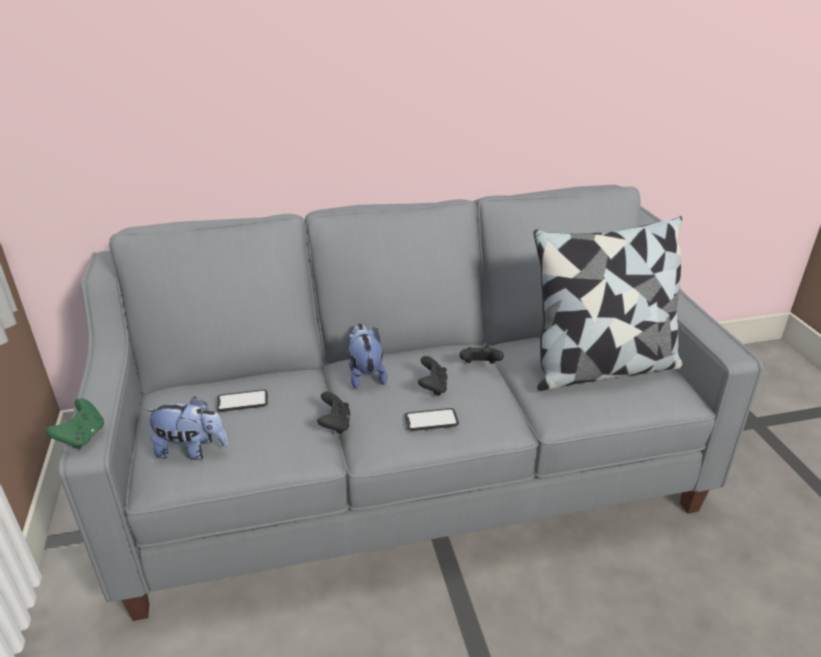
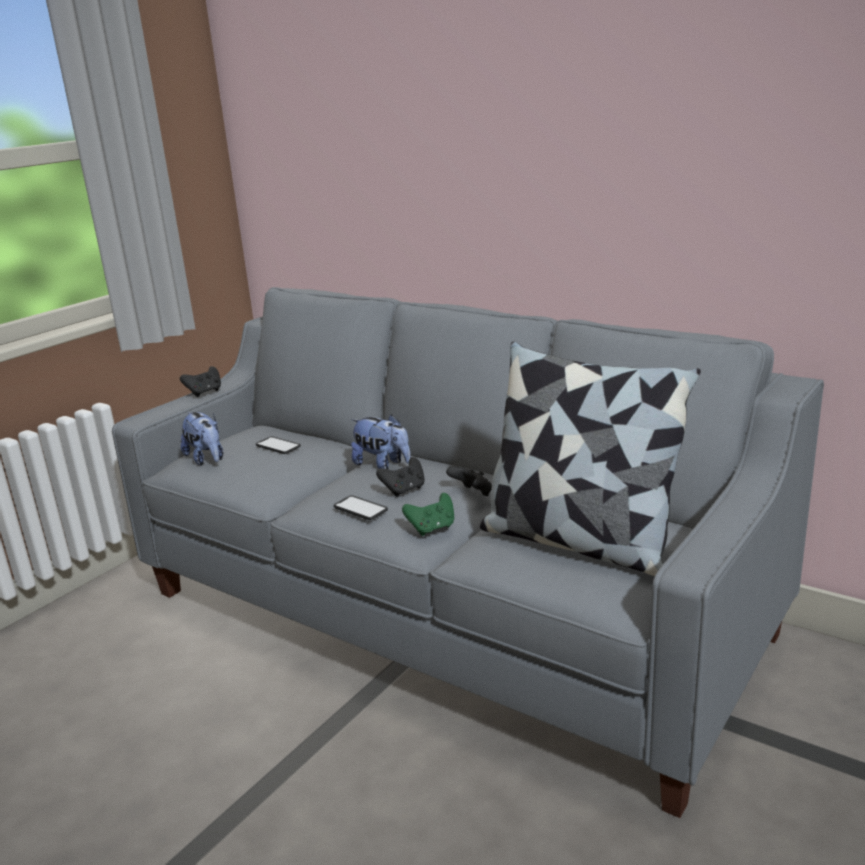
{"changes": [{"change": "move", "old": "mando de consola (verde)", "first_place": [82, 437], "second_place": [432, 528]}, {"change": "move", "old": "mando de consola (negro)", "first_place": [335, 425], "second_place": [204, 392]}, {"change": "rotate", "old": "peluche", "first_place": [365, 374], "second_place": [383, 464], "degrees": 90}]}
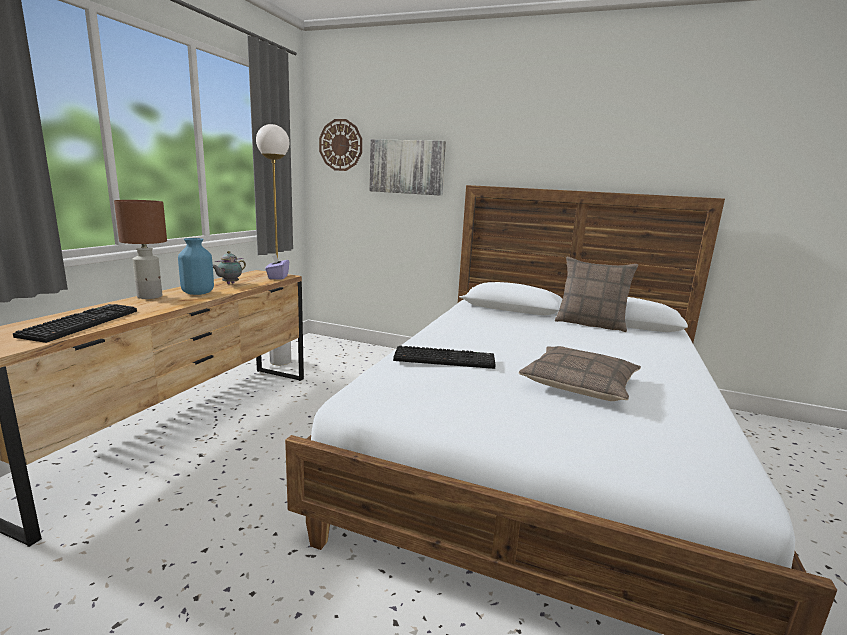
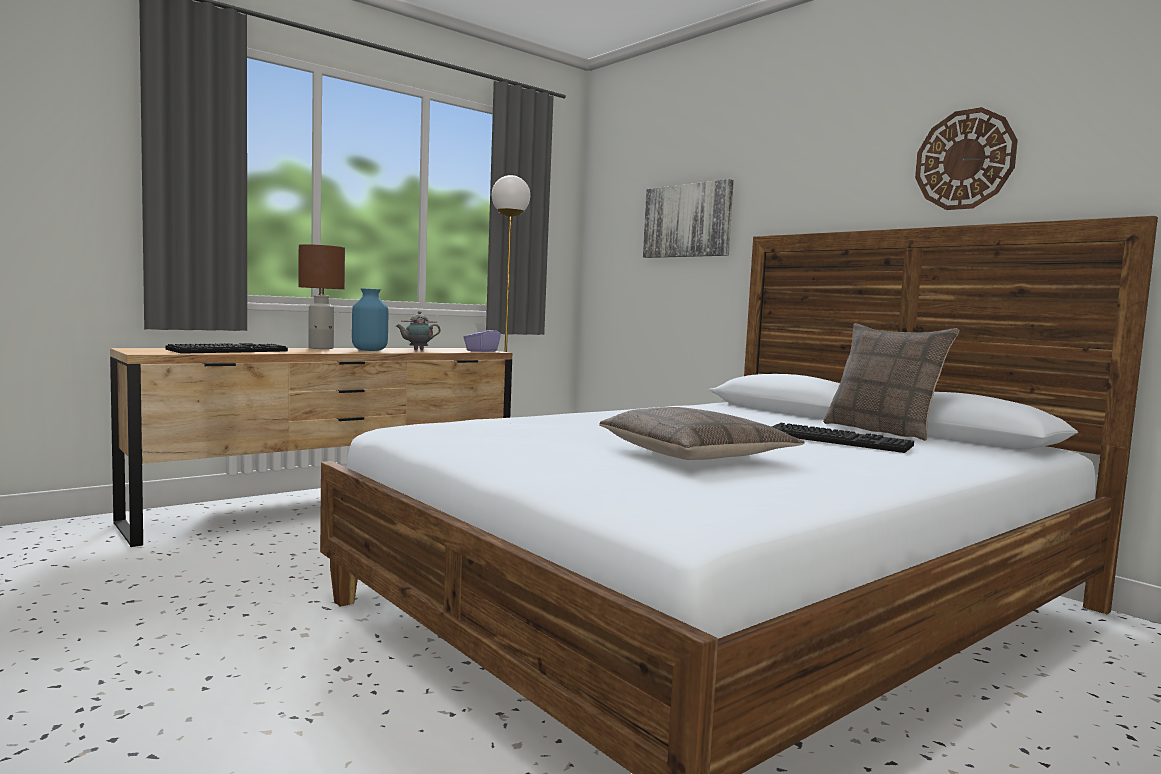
{"changes": [{"change": "move", "old": "reloj de pared", "first_place": [341, 145], "second_place": [964, 160]}, {"change": "move", "old": "teclado", "first_place": [445, 358], "second_place": [839, 440]}]}
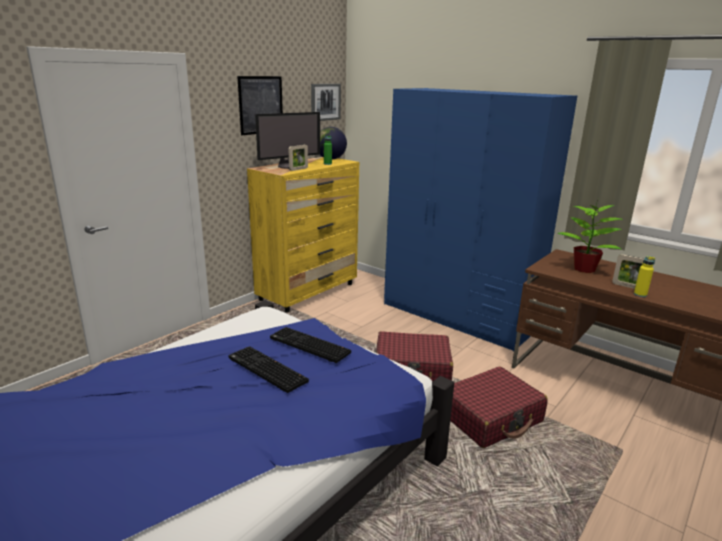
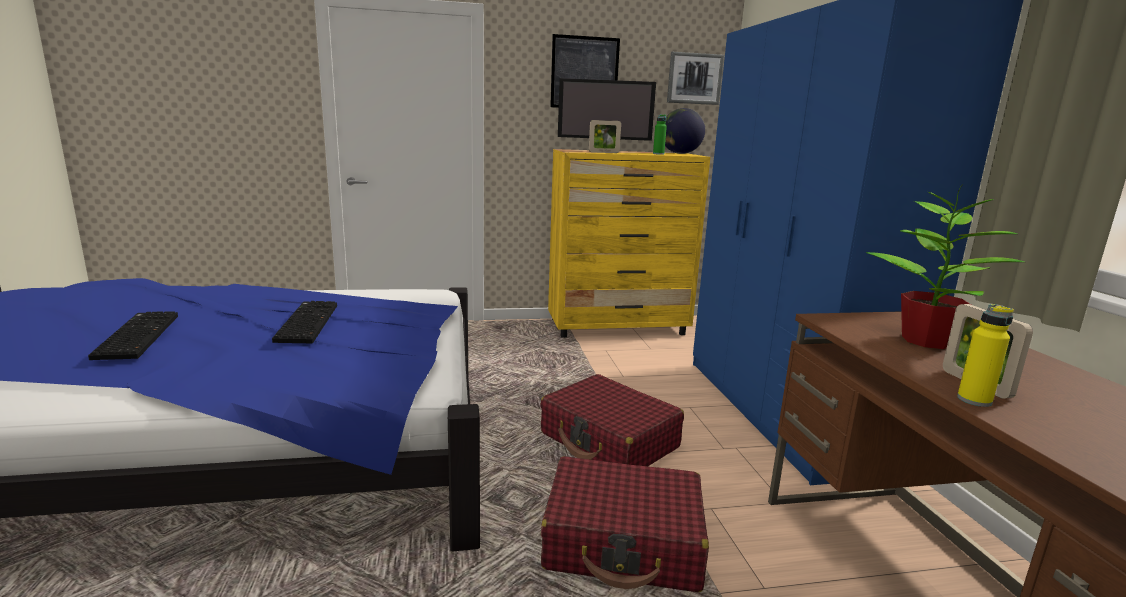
{"changes": [{"change": "move", "old": "teclado", "first_place": [308, 346], "second_place": [136, 336]}]}
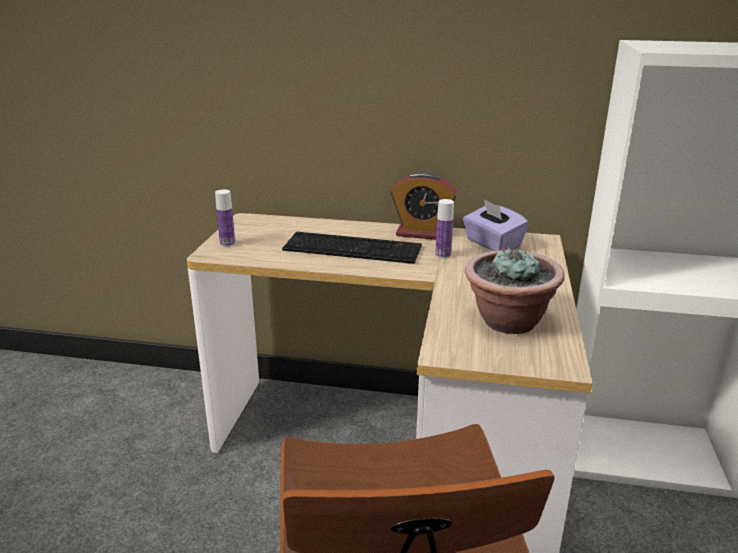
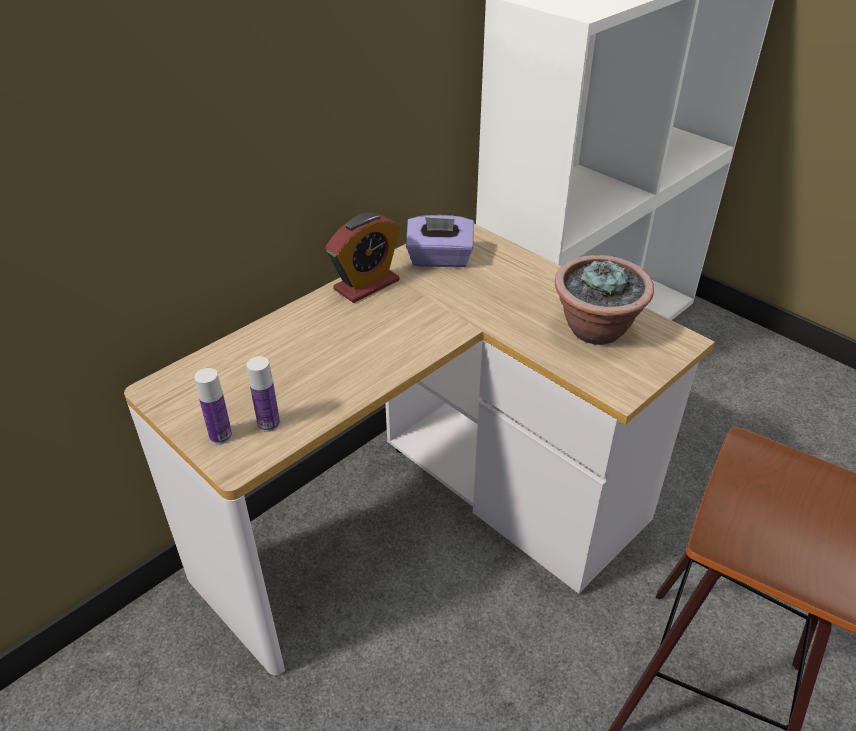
{"changes": [{"change": "delete", "old": "teclado", "first_place": [354, 248]}, {"change": "move", "old": "botella", "first_place": [443, 255], "second_place": [269, 424]}]}
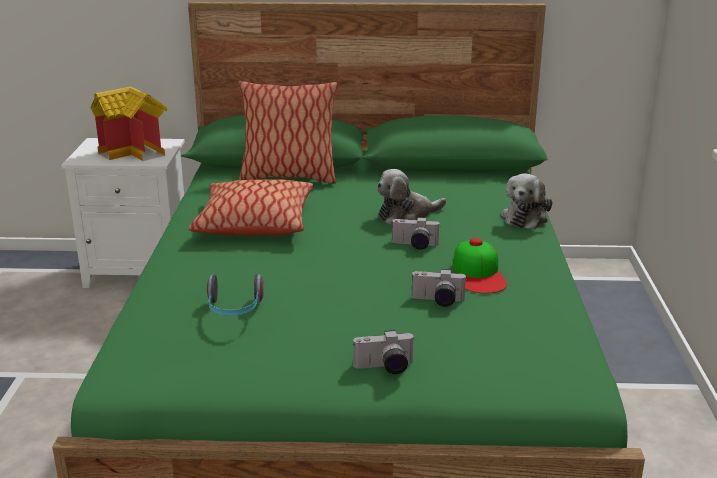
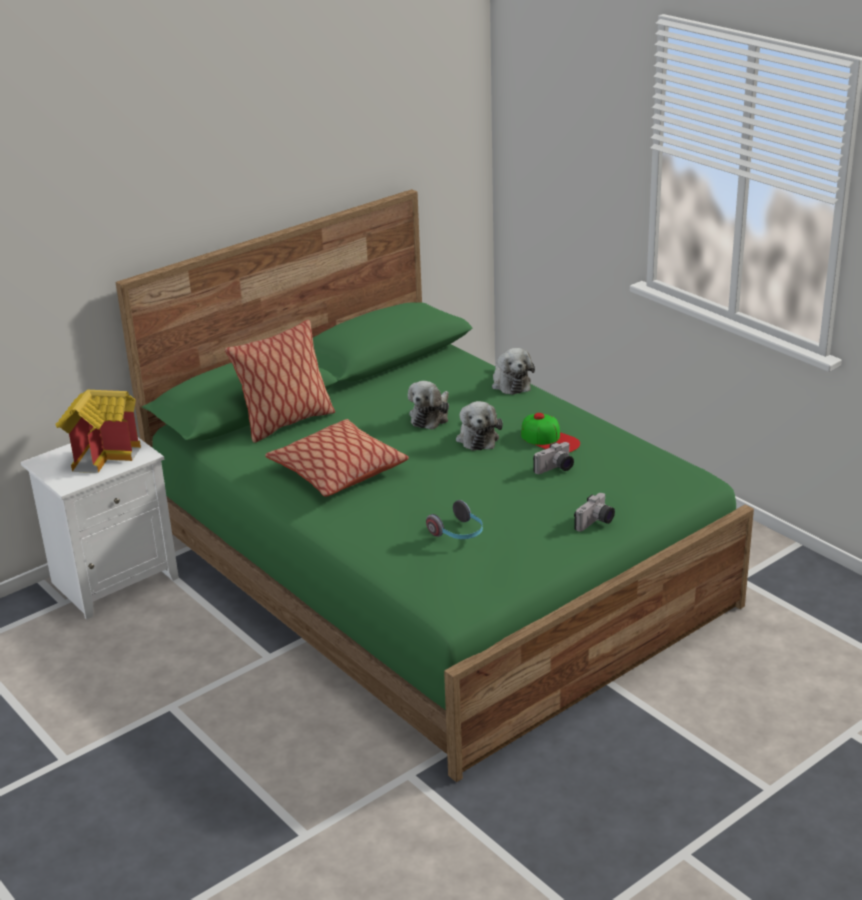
{"changes": [{"change": "replace", "old": "cámara", "new": "peluche", "first_place": [414, 245], "second_place": [477, 437]}]}
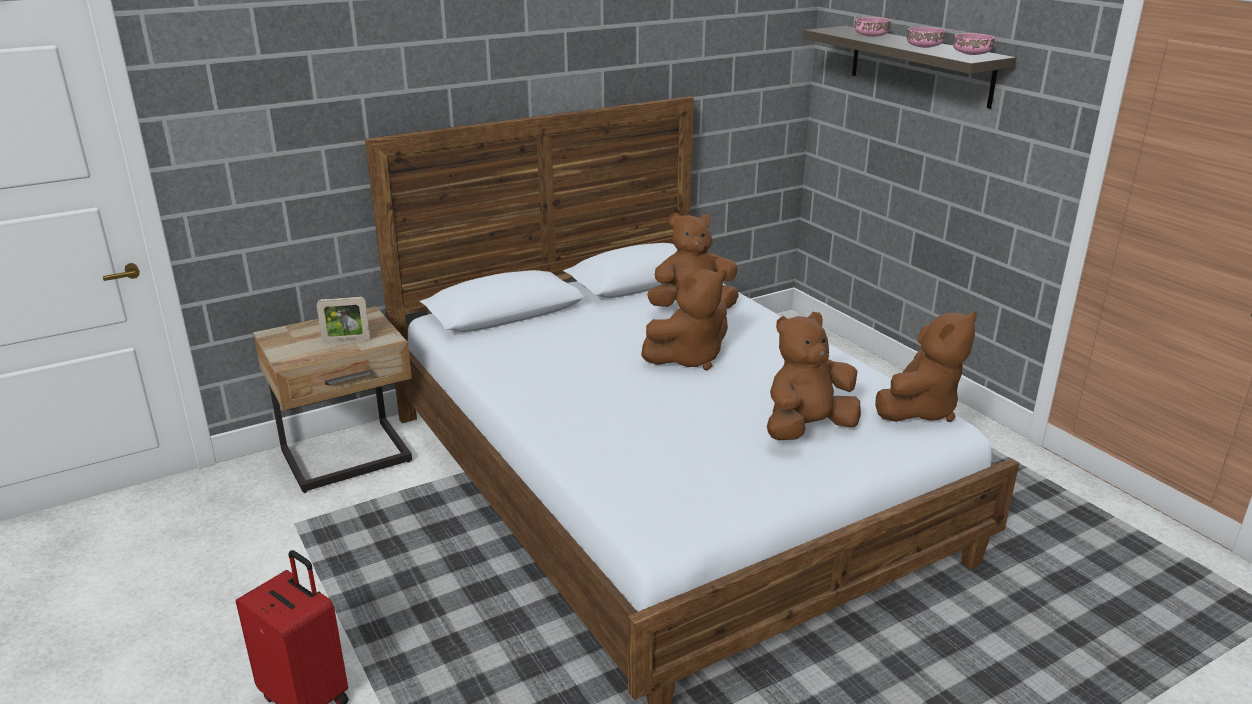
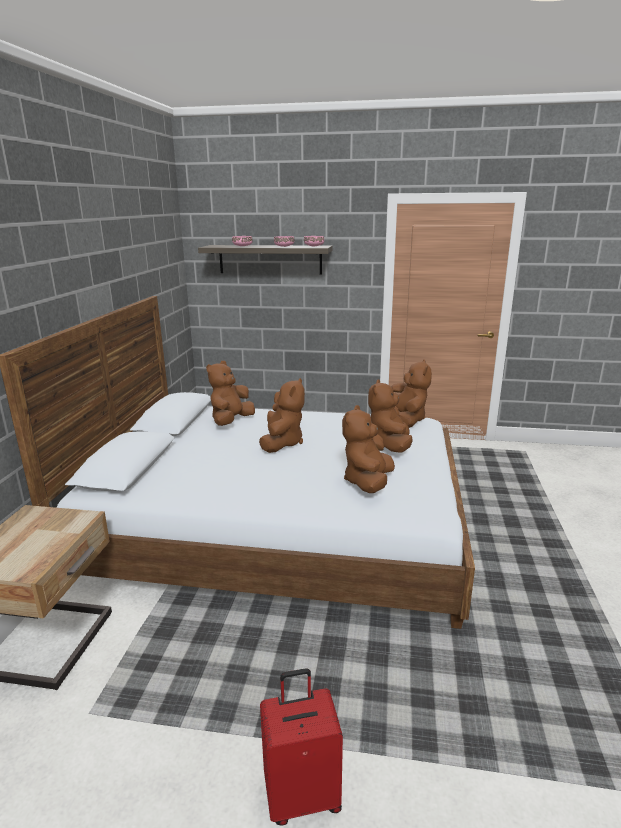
{"changes": [{"change": "delete", "old": "portarretratos", "first_place": [346, 341]}, {"change": "insert", "new": "peluche (marrón)", "second_place": [368, 482]}]}
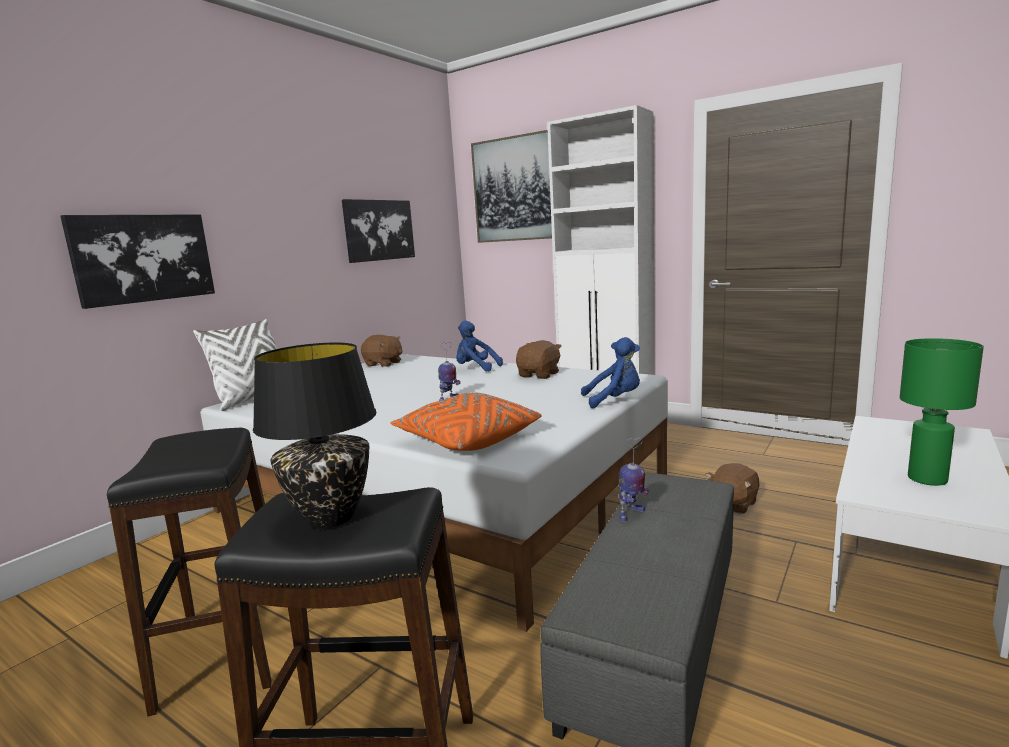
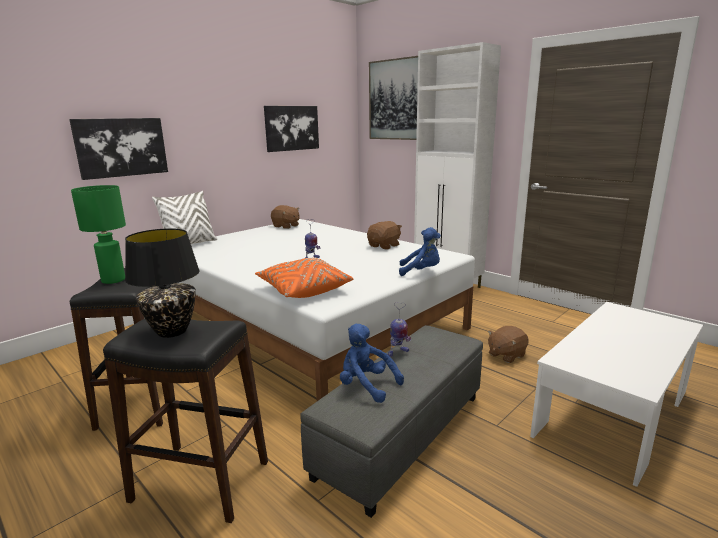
{"changes": [{"change": "move", "old": "peluche (azul)", "first_place": [475, 368], "second_place": [366, 386]}, {"change": "move", "old": "lámpara de mesa (verde)", "first_place": [927, 479], "second_place": [114, 280]}]}
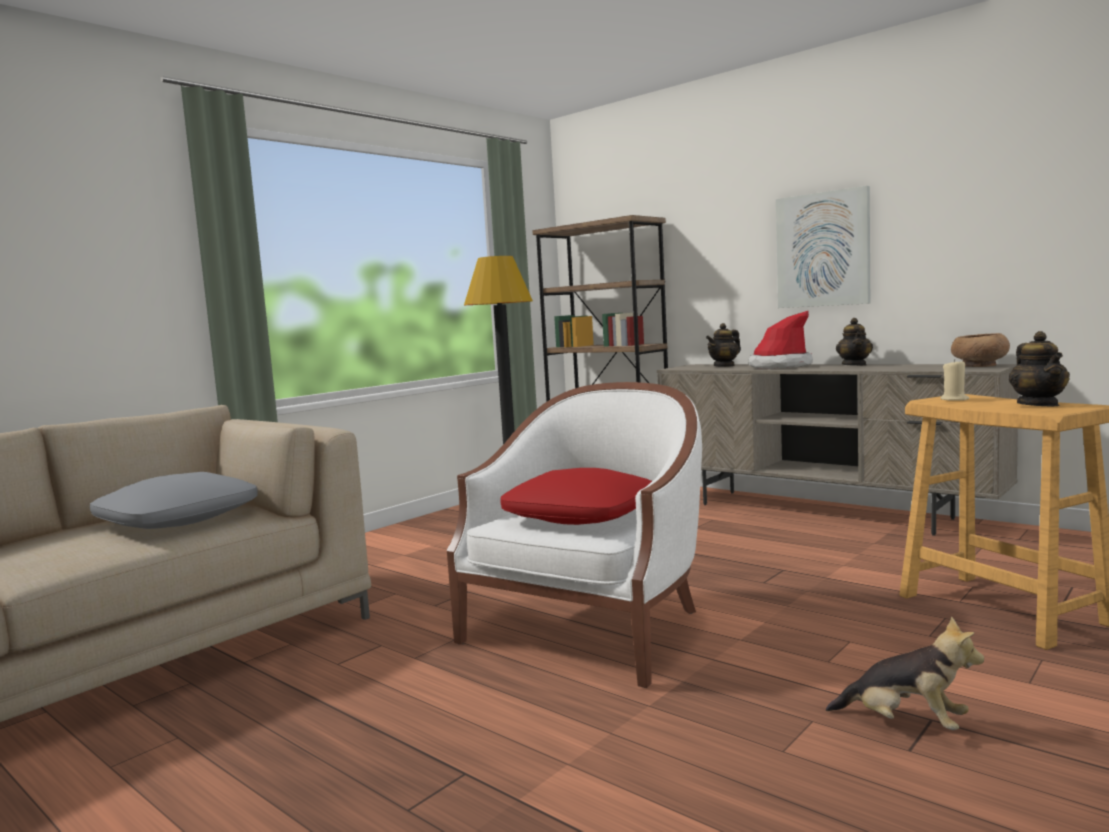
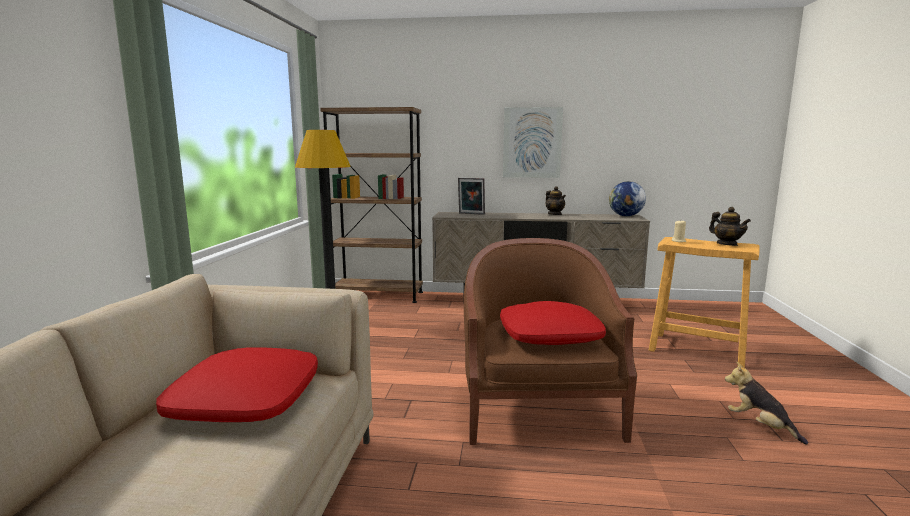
{"changes": [{"change": "delete", "old": "sombrero", "first_place": [780, 366]}, {"change": "replace", "old": "tetera", "new": "portarretratos", "first_place": [724, 366], "second_place": [471, 214]}, {"change": "replace", "old": "cuenco (marrón)", "new": "globo terráqueo", "first_place": [979, 366], "second_place": [625, 216]}, {"change": "recolor", "old": "cojín (gris)", "new": "cojín (rojo)", "first_place": [178, 519], "second_place": [245, 400]}, {"change": "recolor", "old": "sillón (blanco)", "new": "sillón (marrón)", "first_place": [592, 630], "second_place": [538, 410]}, {"change": "rotate", "old": "peluche", "first_place": [906, 724], "second_place": [760, 426], "degrees": -120}]}
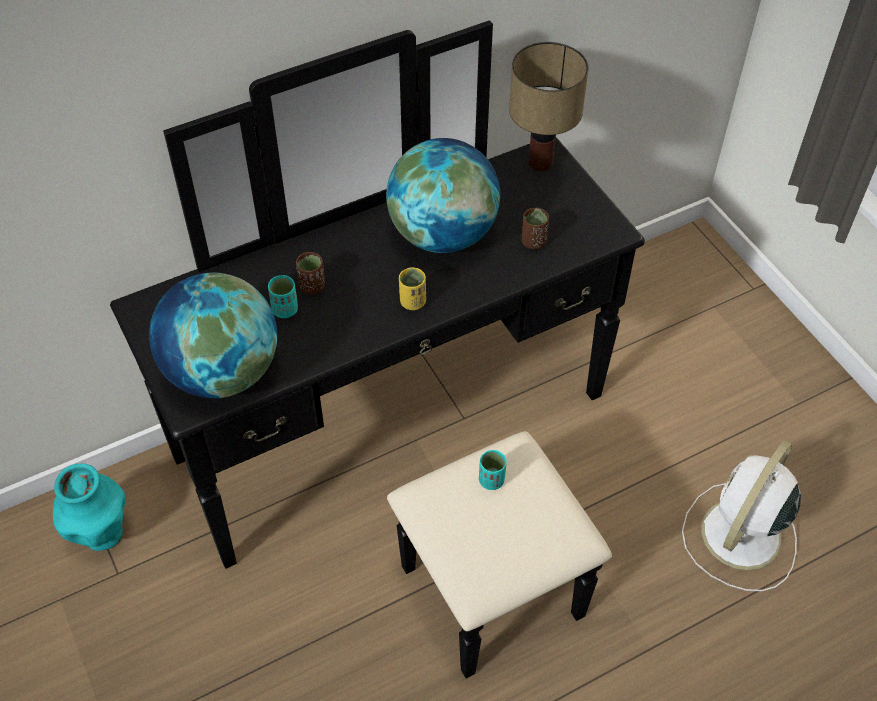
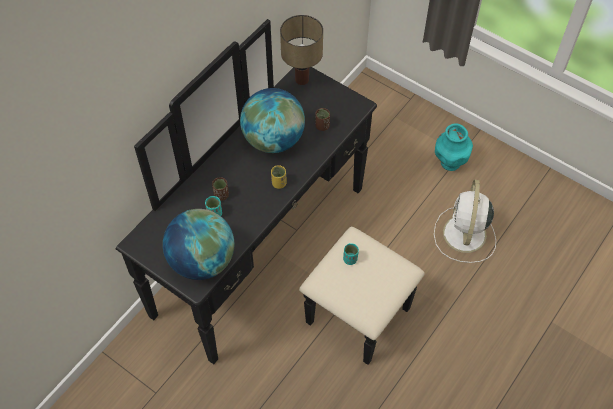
{"changes": [{"change": "move", "old": "florero (turquesa)", "first_place": [102, 534], "second_place": [449, 163]}]}
